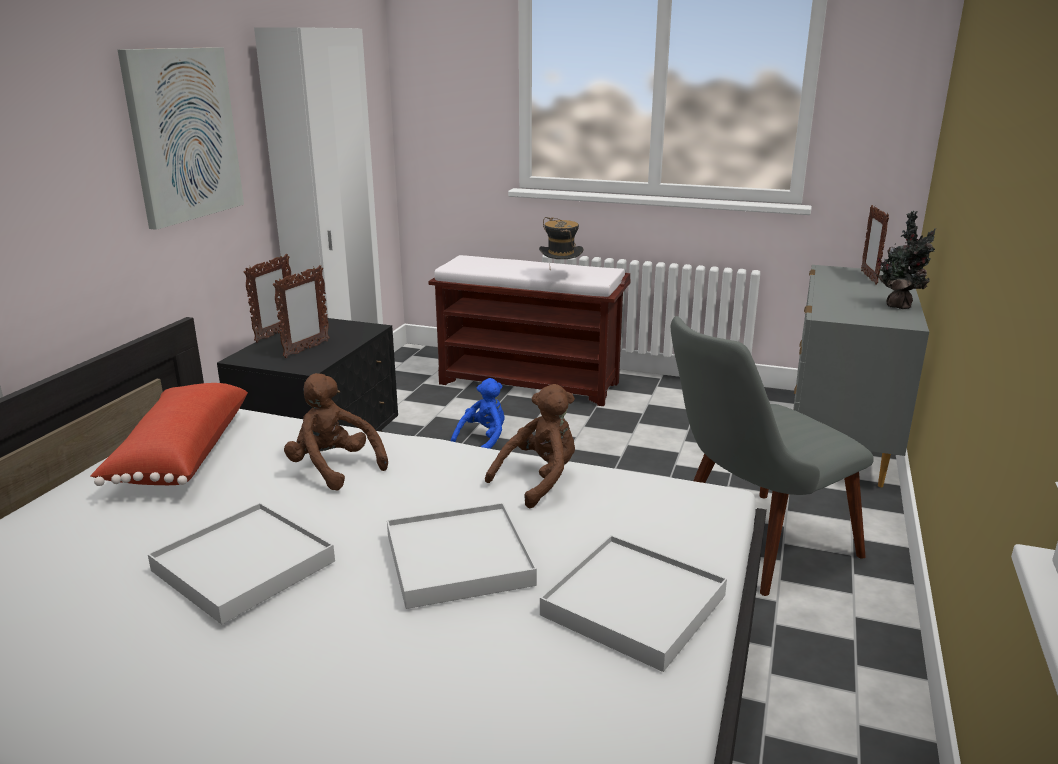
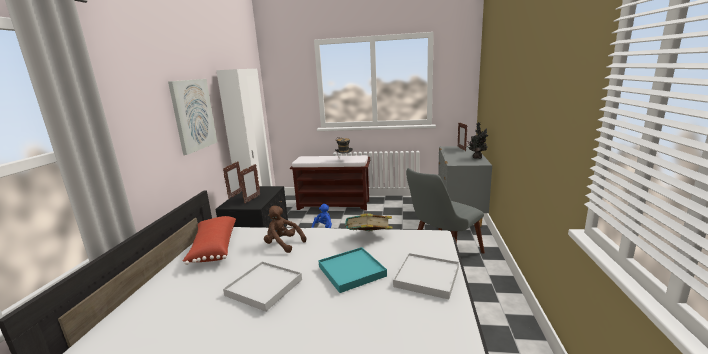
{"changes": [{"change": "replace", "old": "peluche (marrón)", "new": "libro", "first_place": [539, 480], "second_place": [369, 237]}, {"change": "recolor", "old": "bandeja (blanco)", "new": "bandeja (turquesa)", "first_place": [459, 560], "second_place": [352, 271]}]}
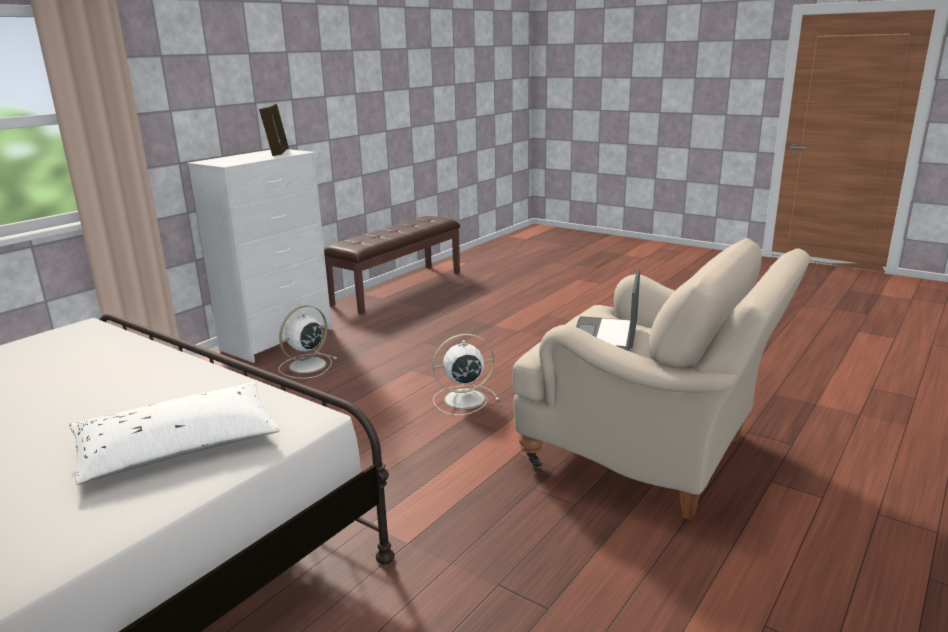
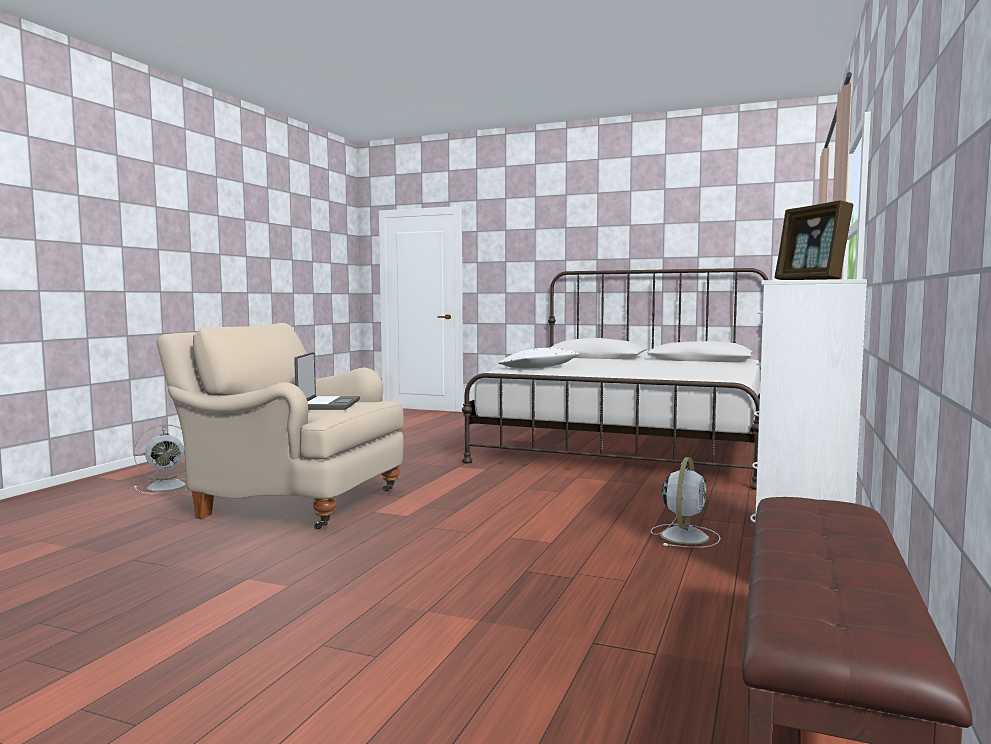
{"changes": [{"change": "move", "old": "ventilador (blanco)", "first_place": [462, 399], "second_place": [168, 486]}]}
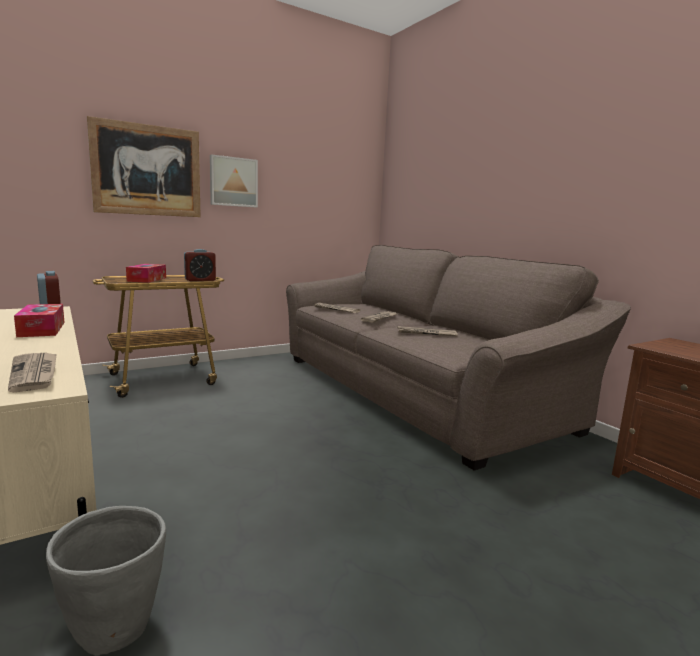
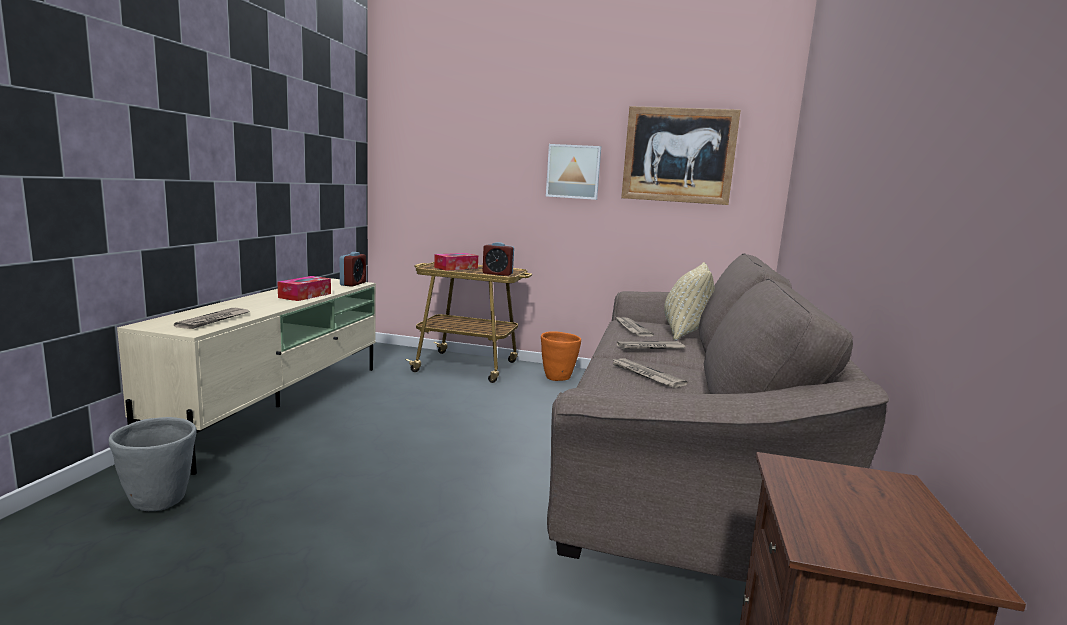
{"changes": [{"change": "insert", "new": "maceta (naranja)", "second_place": [558, 378]}, {"change": "insert", "new": "cojín (beis)", "second_place": [684, 333]}, {"change": "move", "old": "cuadro", "first_place": [147, 170], "second_place": [678, 155]}]}
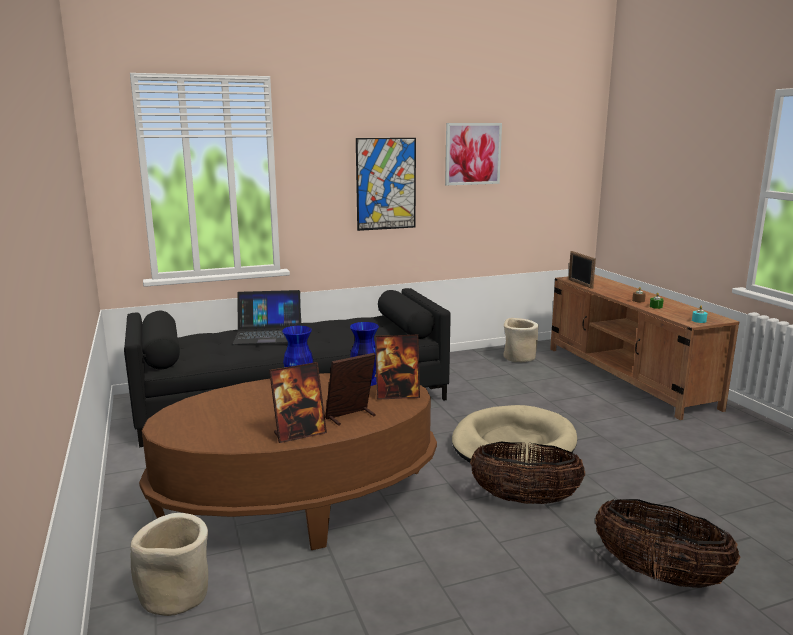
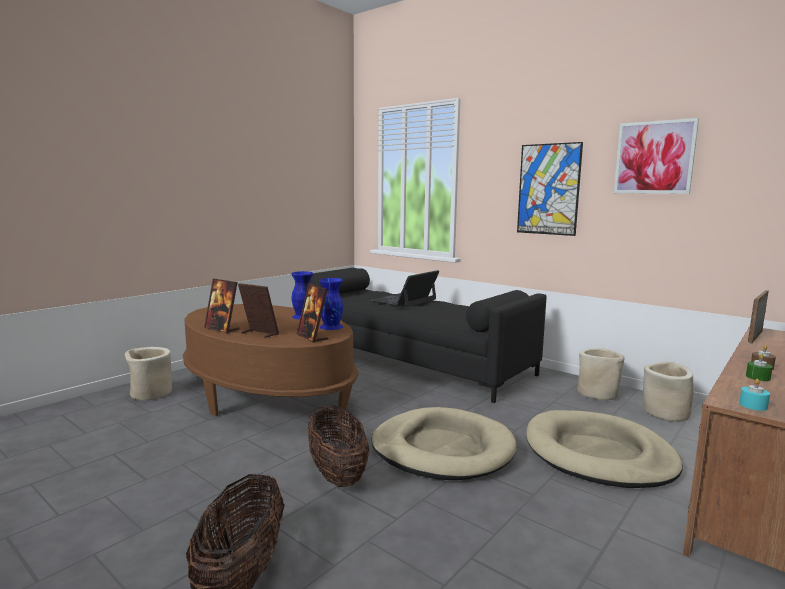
{"changes": [{"change": "insert", "new": "cama para perro (beis)", "second_place": [598, 454]}, {"change": "insert", "new": "maceta (beis)", "second_place": [598, 394]}, {"change": "rotate", "old": "portátil", "first_place": [268, 334], "second_place": [404, 300], "degrees": 75}]}
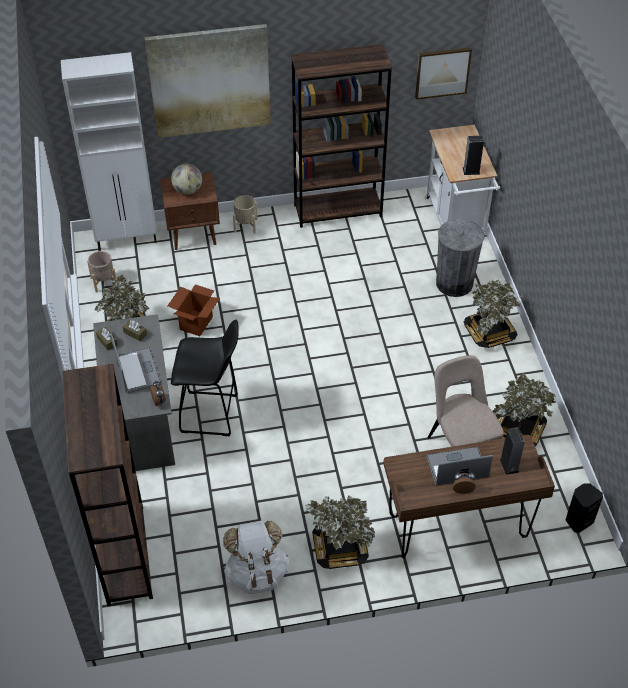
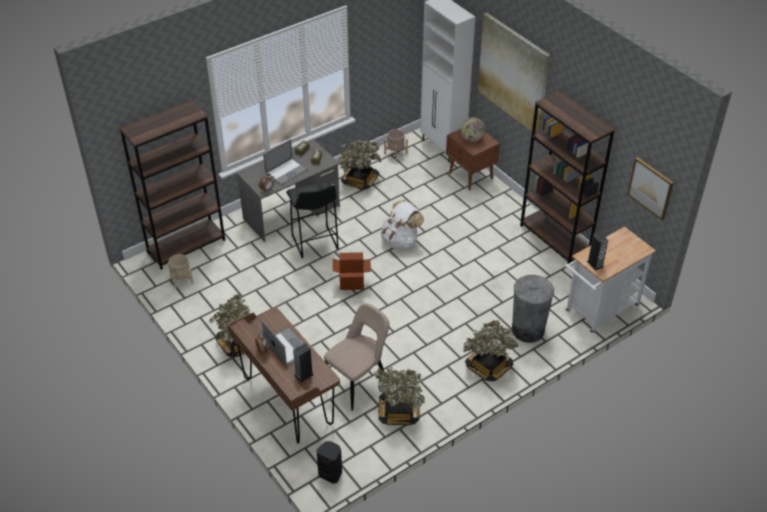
{"changes": [{"change": "move", "old": "caja de cartón", "first_place": [196, 323], "second_place": [352, 283]}, {"change": "move", "old": "mochila (blanco)", "first_place": [257, 573], "second_place": [400, 240]}, {"change": "move", "old": "maceta (beis)", "first_place": [246, 225], "second_place": [182, 280]}]}
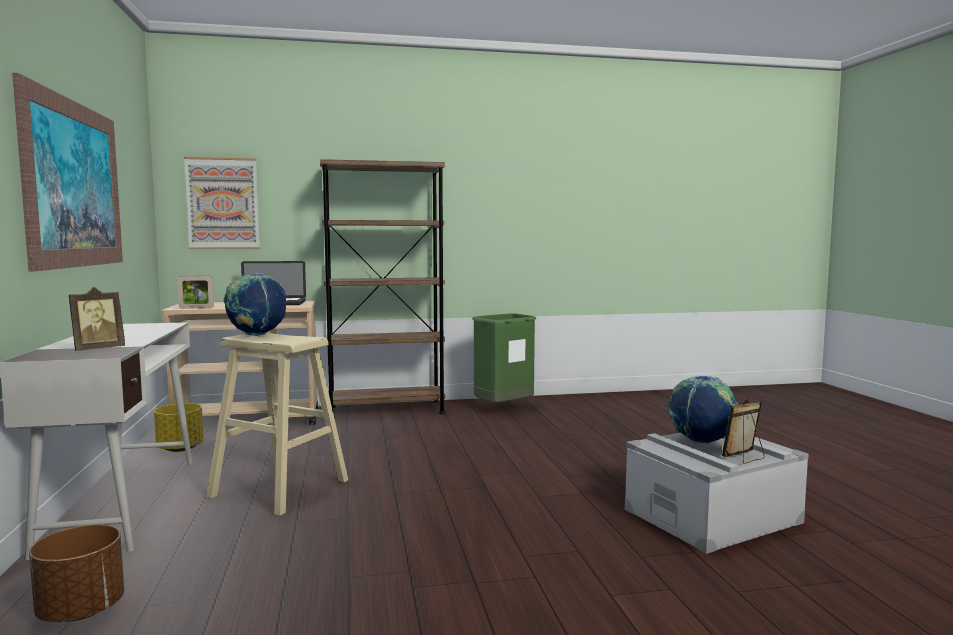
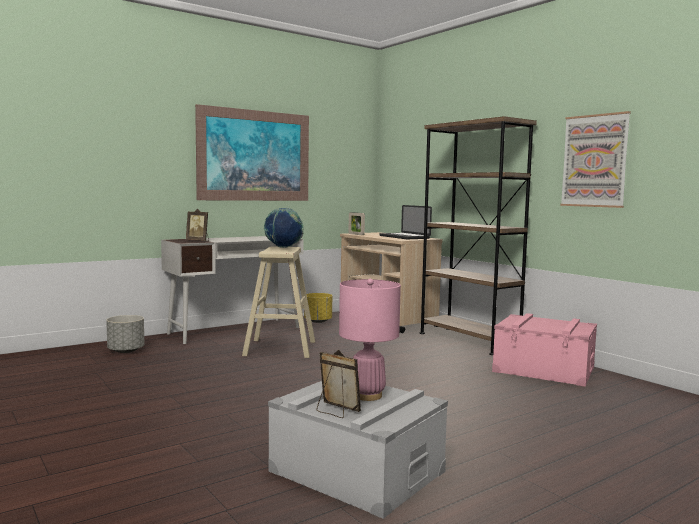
{"changes": [{"change": "move", "old": "cuadro", "first_place": [223, 204], "second_place": [594, 161]}, {"change": "replace", "old": "papelera (verde)", "new": "caja de almacenaje (rosa)", "first_place": [503, 409], "second_place": [544, 369]}, {"change": "replace", "old": "globo terráqueo", "new": "lámpara de mesa (rosa)", "first_place": [702, 442], "second_place": [368, 395]}, {"change": "recolor", "old": "maceta (marrón)", "new": "maceta (gris)", "first_place": [80, 611], "second_place": [125, 351]}]}
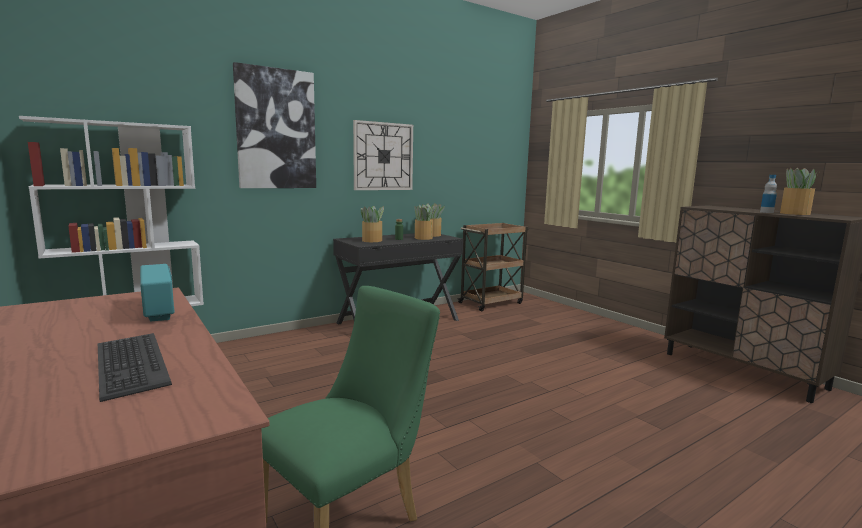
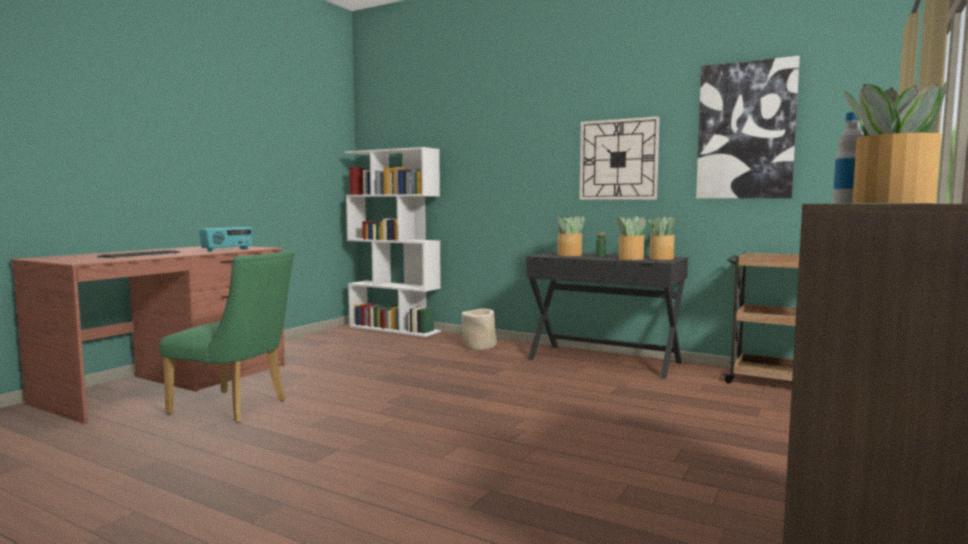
{"changes": [{"change": "insert", "new": "maceta (beis)", "second_place": [480, 346]}, {"change": "move", "old": "cuadro", "first_place": [276, 129], "second_place": [746, 131]}]}
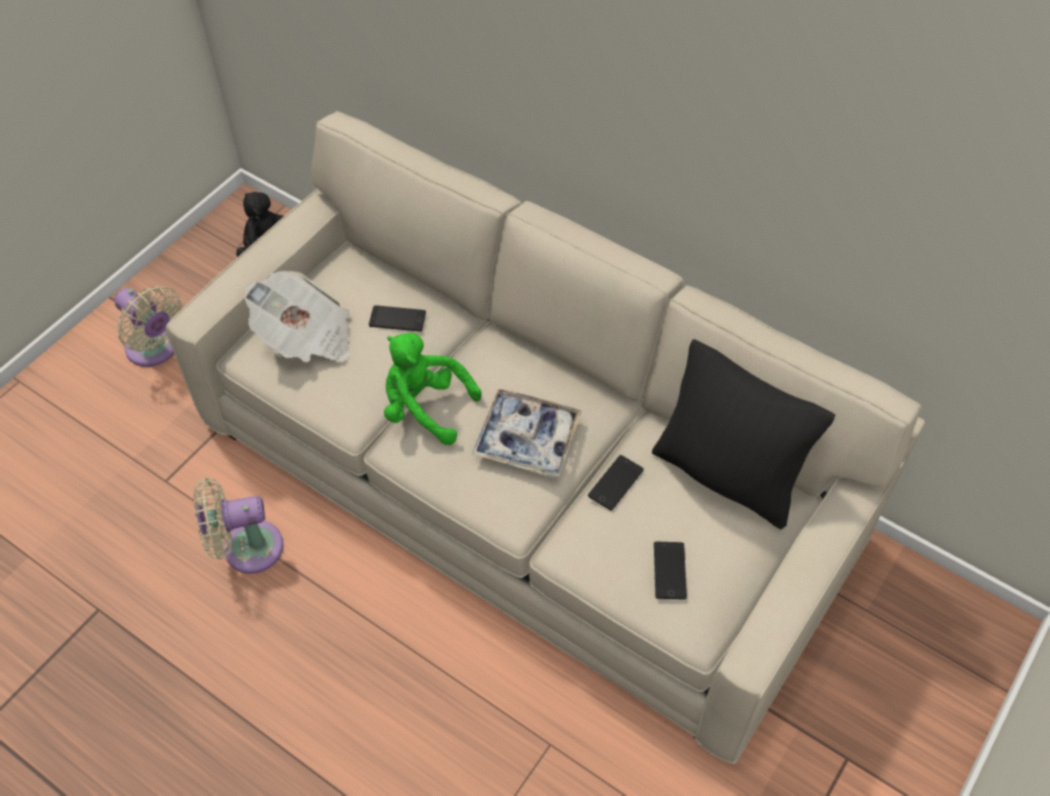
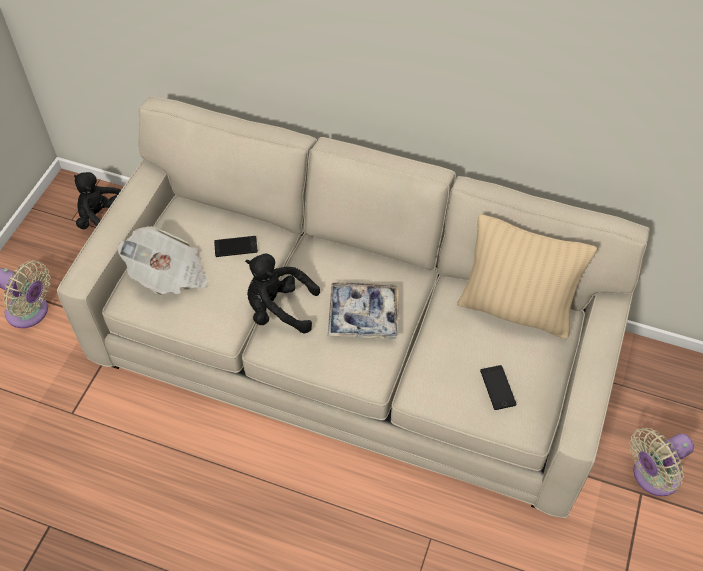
{"changes": [{"change": "delete", "old": "móvil", "first_place": [615, 483]}, {"change": "move", "old": "ventilador (beis)", "first_place": [246, 548], "second_place": [652, 476]}, {"change": "recolor", "old": "peluche (verde)", "new": "peluche (negro)", "first_place": [425, 408], "second_place": [279, 309]}, {"change": "recolor", "old": "cojín (negro)", "new": "cojín (beis)", "first_place": [727, 475], "second_place": [515, 309]}]}
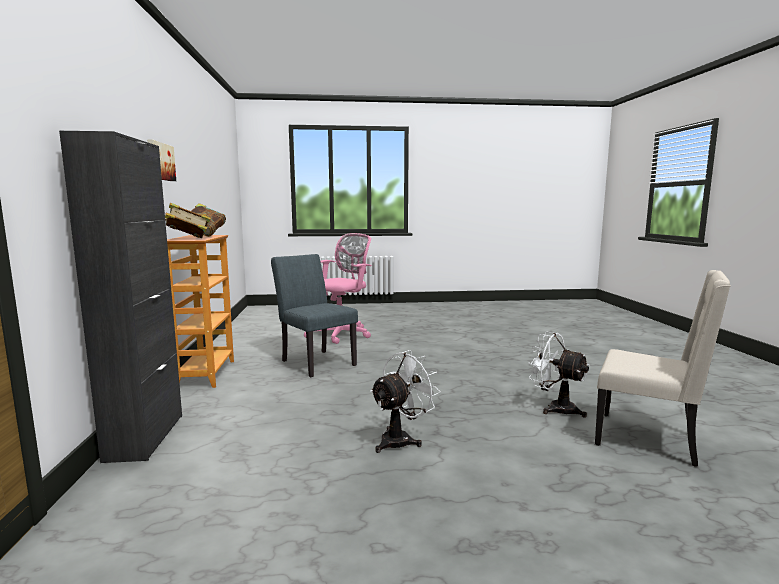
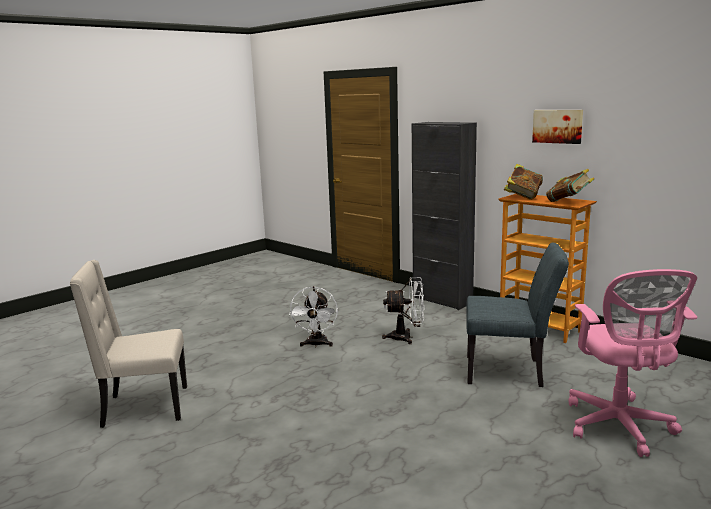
{"changes": [{"change": "move", "old": "ventilador (blanco)", "first_place": [555, 408], "second_place": [406, 337]}]}
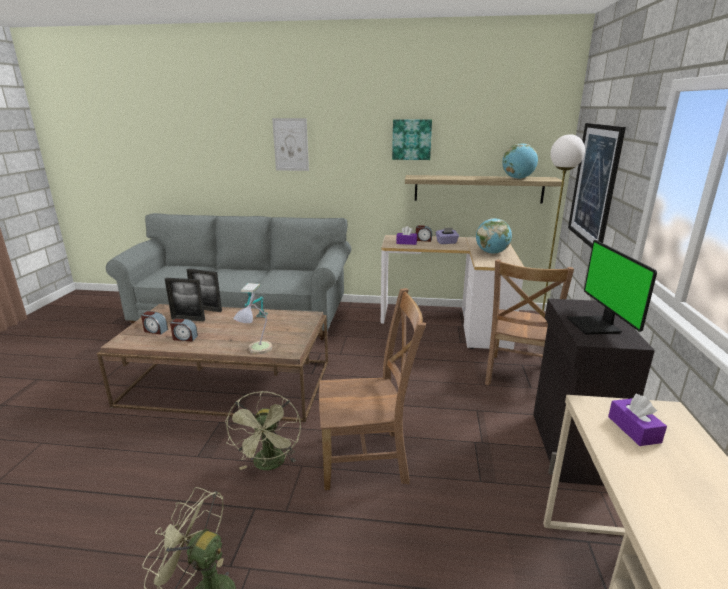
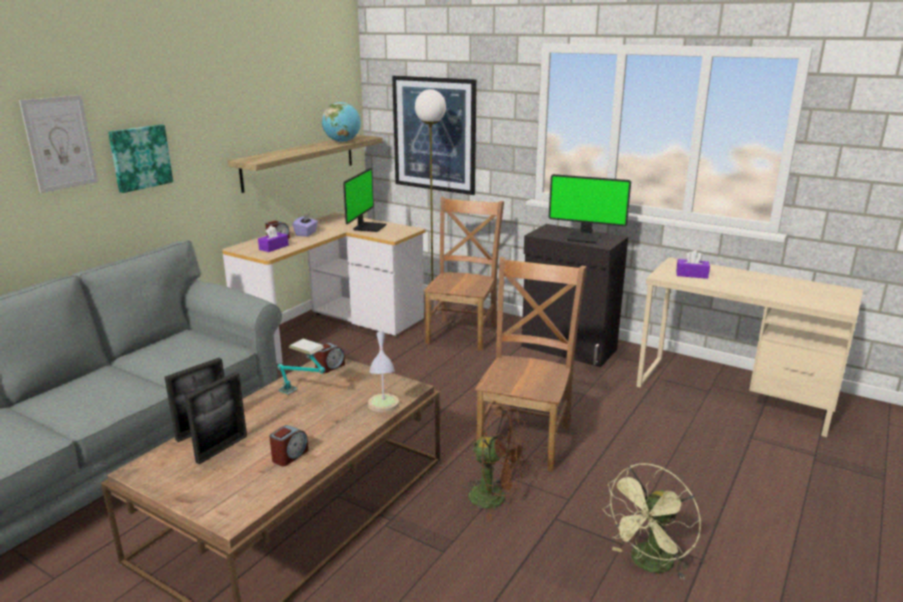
{"changes": [{"change": "move", "old": "despertador", "first_place": [155, 330], "second_place": [329, 367]}, {"change": "move", "old": "cuadro", "first_place": [411, 139], "second_place": [140, 157]}, {"change": "replace", "old": "globo terráqueo", "new": "monitor", "first_place": [491, 253], "second_place": [368, 227]}, {"change": "recolor", "old": "ventilador (verde)", "new": "ventilador (marrón)", "first_place": [269, 465], "second_place": [496, 498]}, {"change": "rotate", "old": "silla (marrón)", "first_place": [517, 376], "second_place": [463, 332], "degrees": -120}]}
